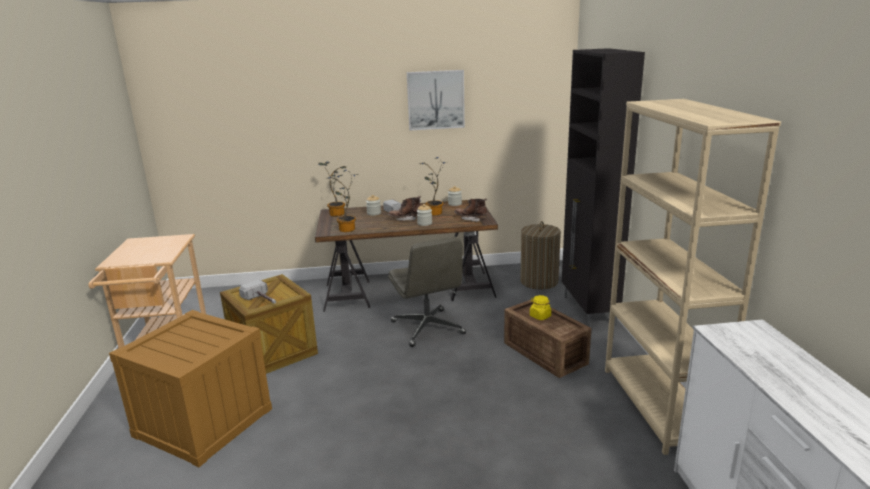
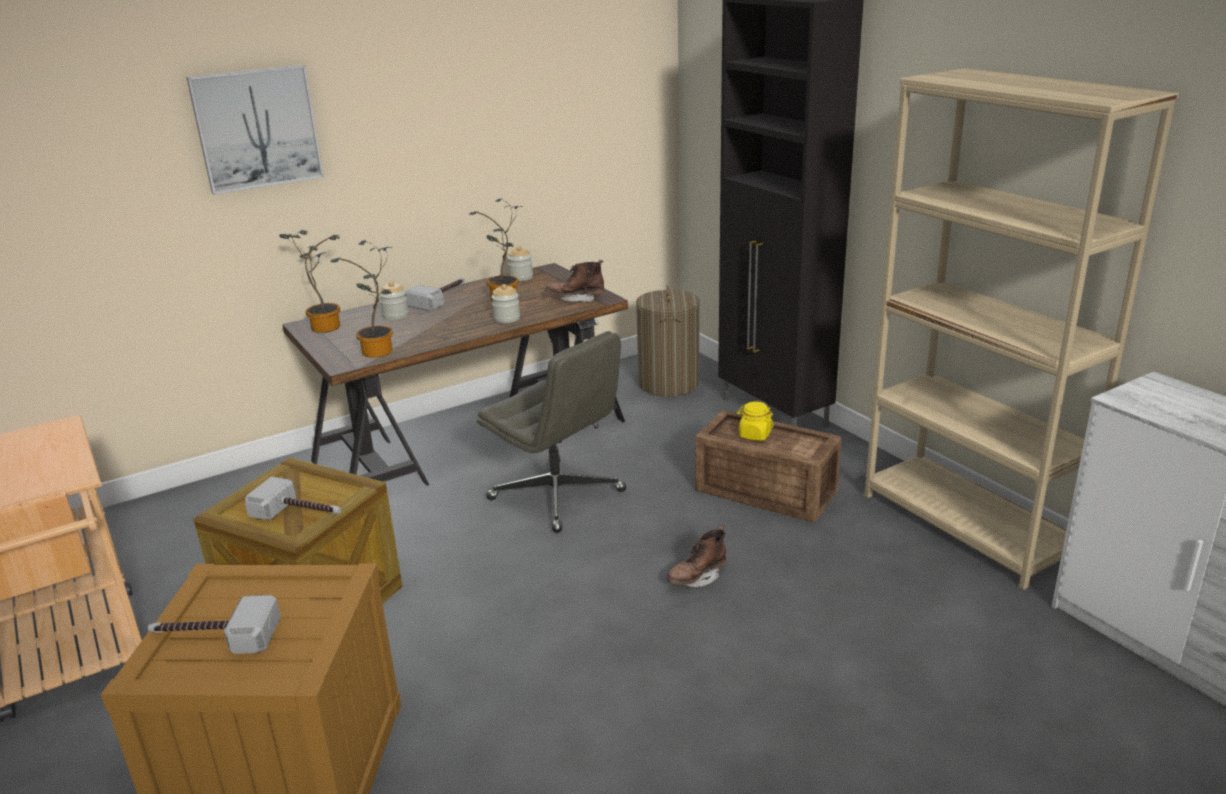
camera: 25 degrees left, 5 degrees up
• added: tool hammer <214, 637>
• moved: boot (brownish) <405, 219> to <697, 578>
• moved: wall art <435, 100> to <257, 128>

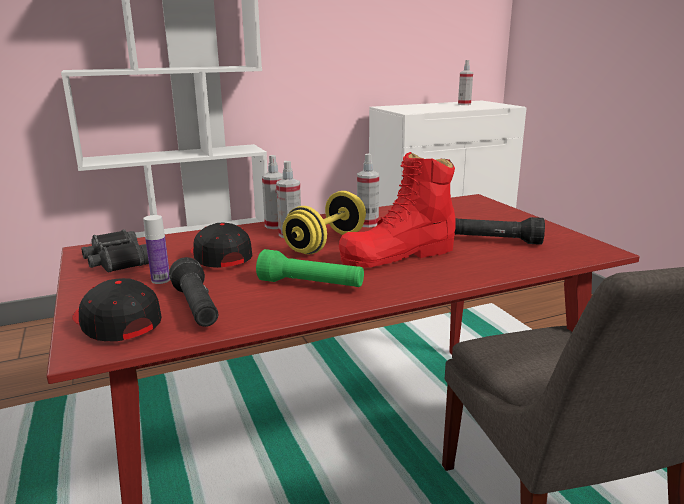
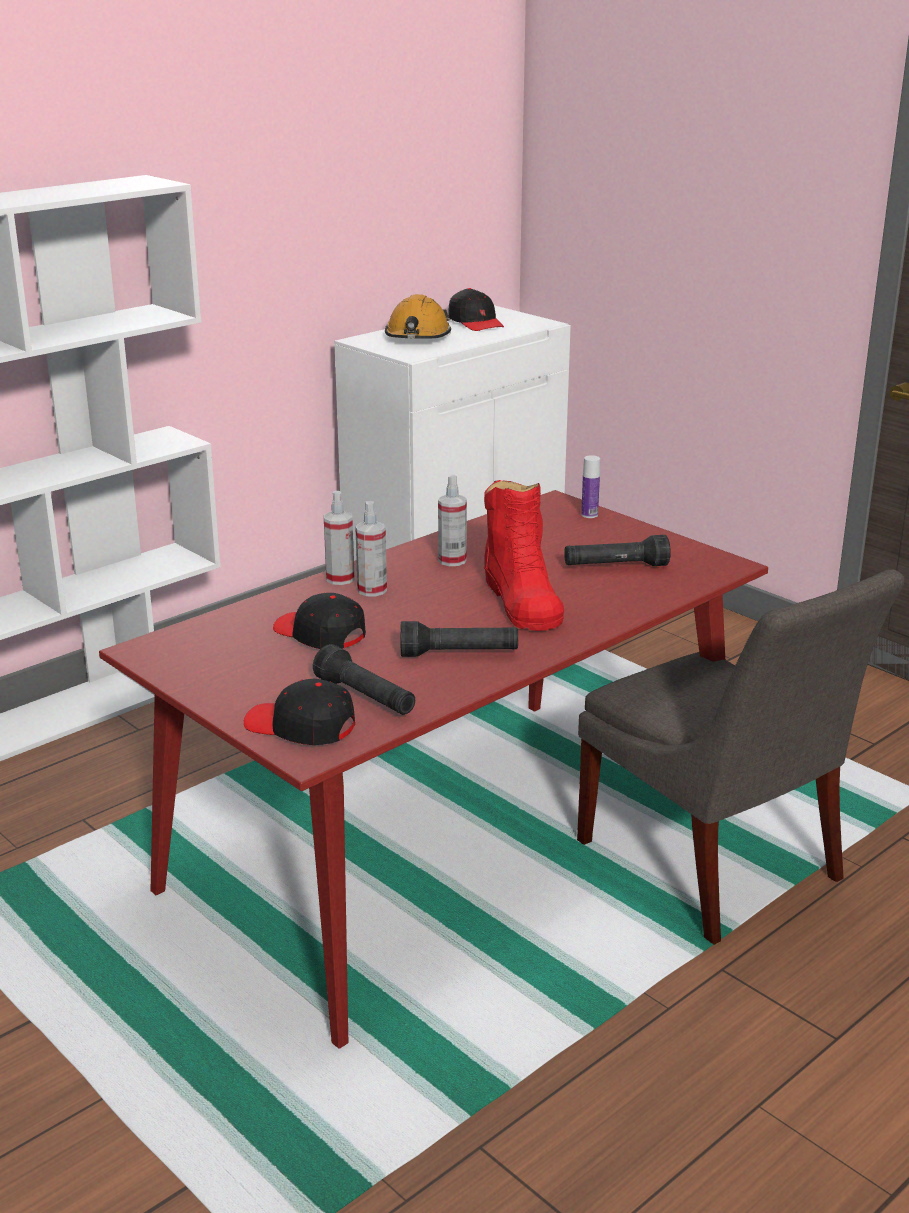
camera: 20 degrees left, 5 degrees up
• removed: field glasses (black) <116, 261>
• removed: free weight (yellowish) <326, 243>
• added: hard hat (orange) <417, 337>
• moved: beverage bottle <160, 280> to <589, 515>
• replaced: spray bottle <464, 104> to cap (black) <476, 322>
• recoloured: hand torch (green-coloured) <311, 285> to hand torch (black) <459, 654>
• turned: boot (red-coloured) <398, 254> = <521, 601> 60 degrees counterclockwise

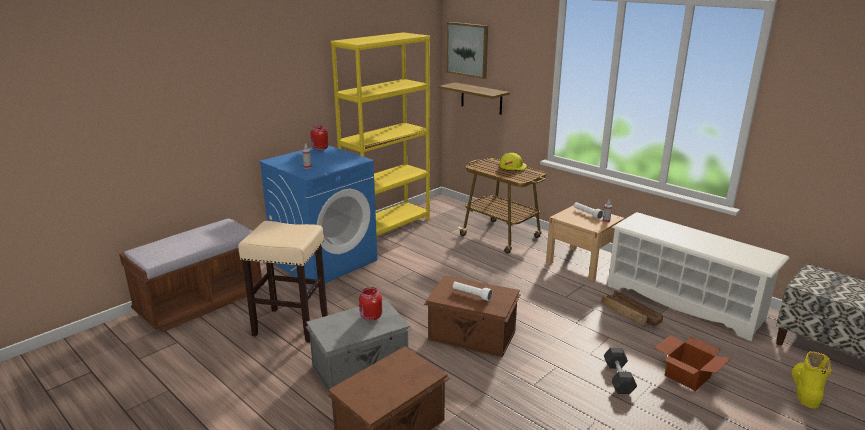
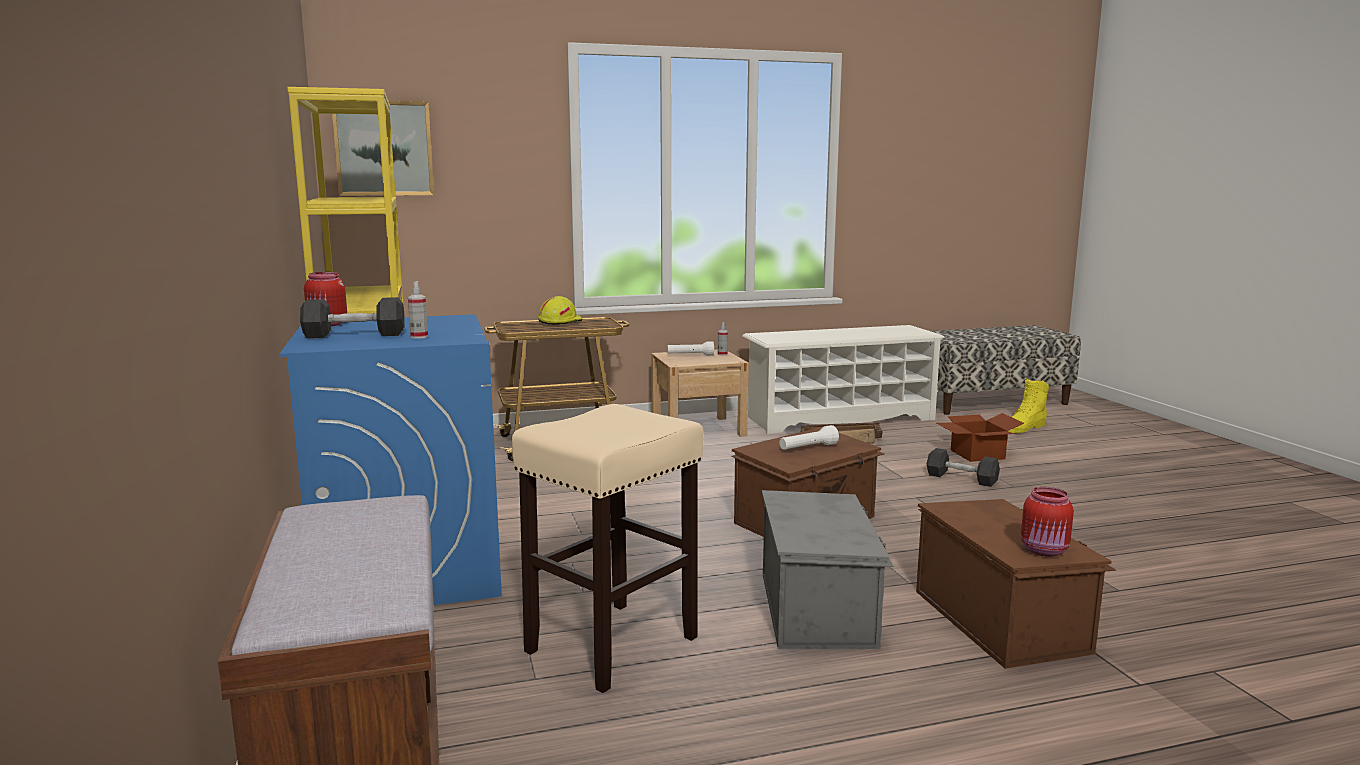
camera: 60 degrees left, 10 degrees down
• removed: shelf <481, 98>
• added: free weight (greyish) <355, 335>
• moved: preserve jar (red-coloured) <370, 317> to <1045, 551>
• turned: boot (yellowish) <805, 389> = <1024, 427> 90 degrees counterclockwise

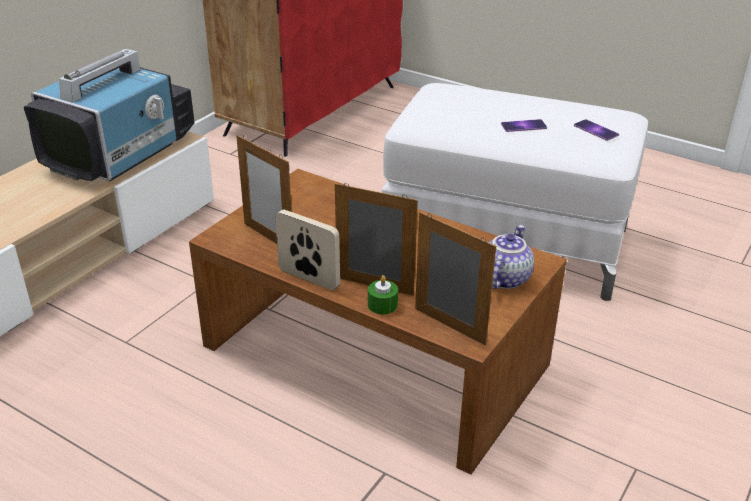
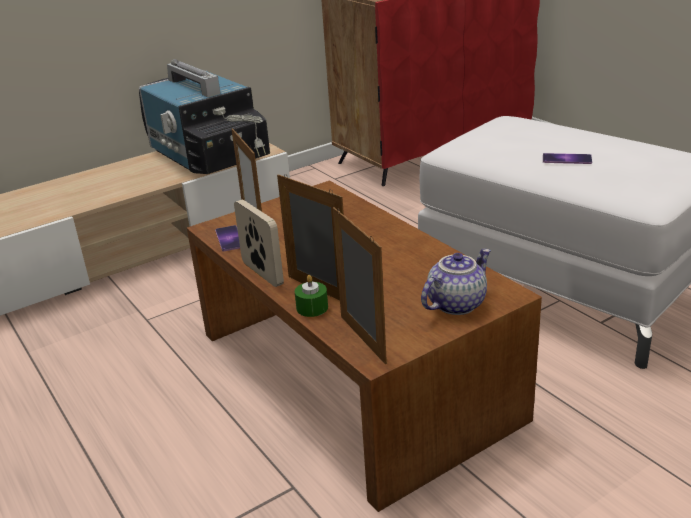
camera: 25 degrees right, 5 degrees down
• moved: phone <596, 130> to <229, 238>
• turned: TV set <122, 153> = <208, 157> 90 degrees clockwise

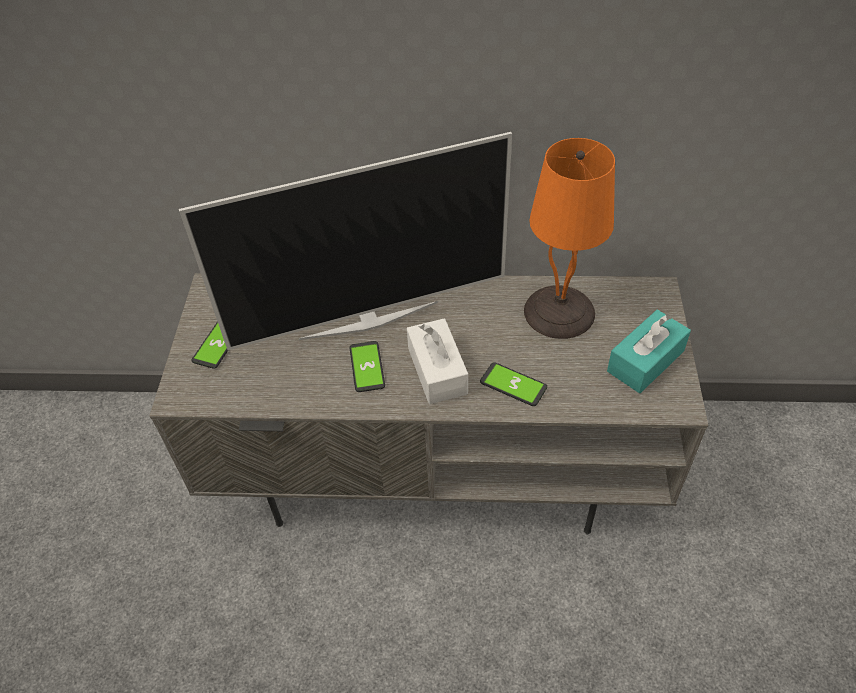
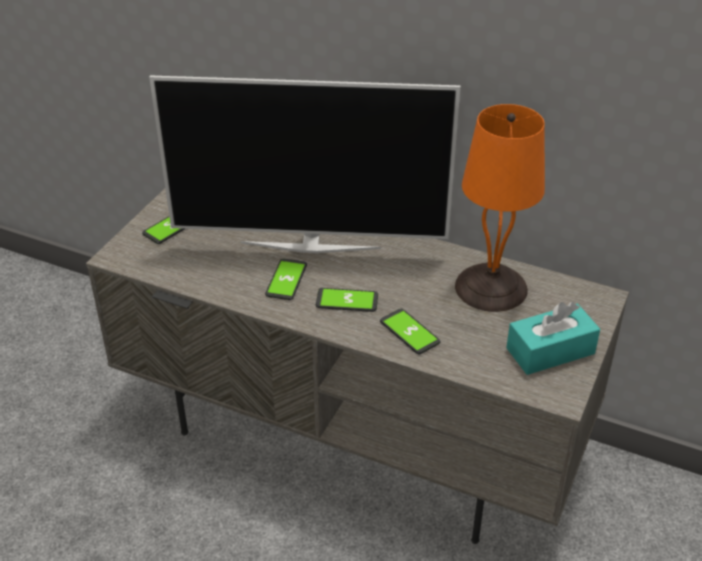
camera: 20 degrees right, 10 degrees down
• replaced: tissue box (white) <437, 371> to phone <347, 301>

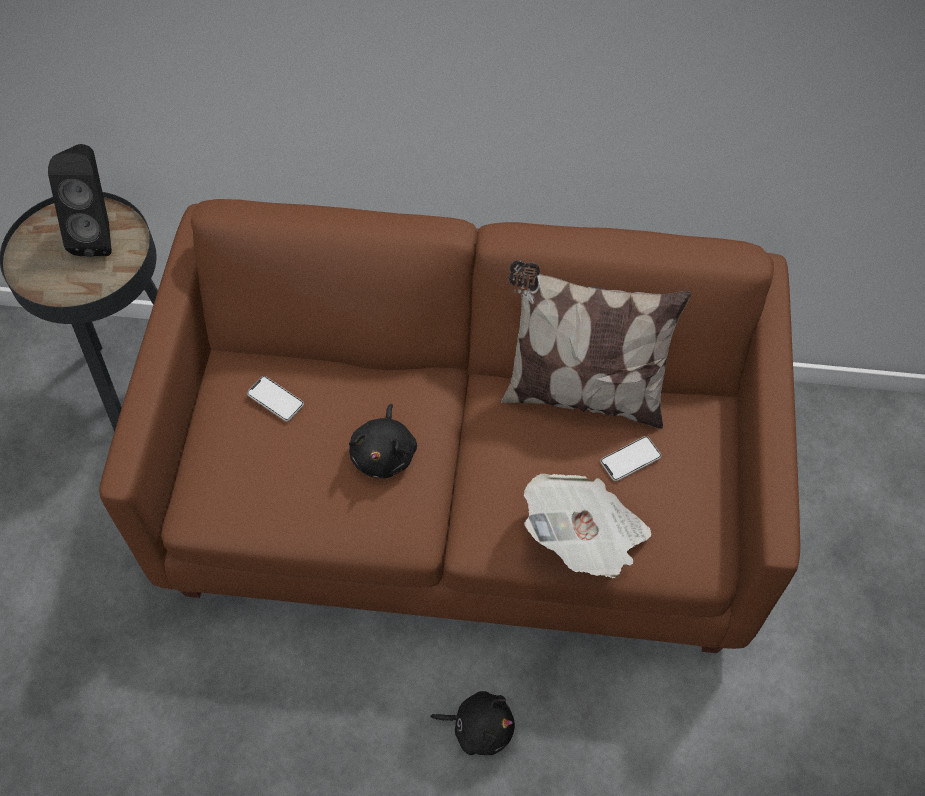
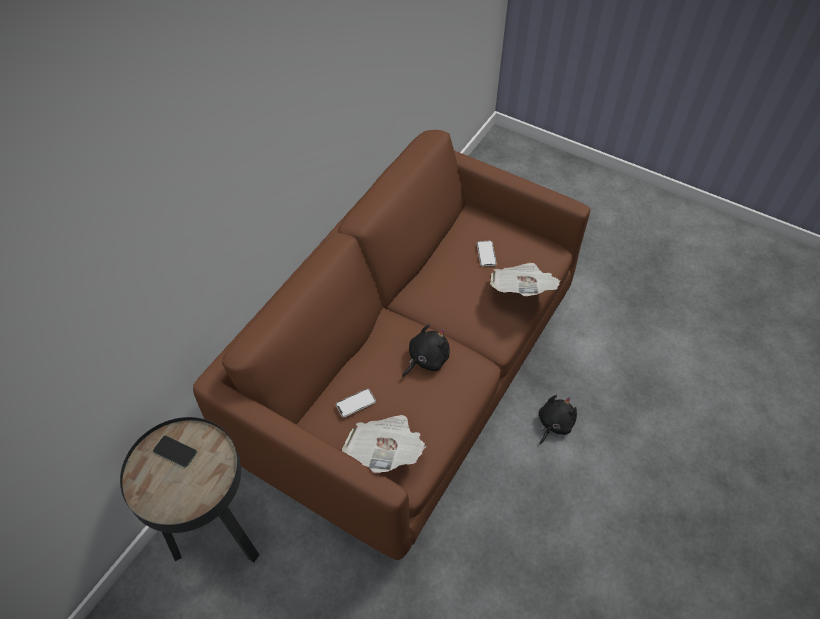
camera: 65 degrees left, 5 degrees down
• removed: cushion <581, 393>
• added: daily paper <386, 451>
• replaced: speaker (black) <100, 234> to phone <175, 451>
• turned: soft toy (black) <384, 453> = <426, 359> 75 degrees counterclockwise

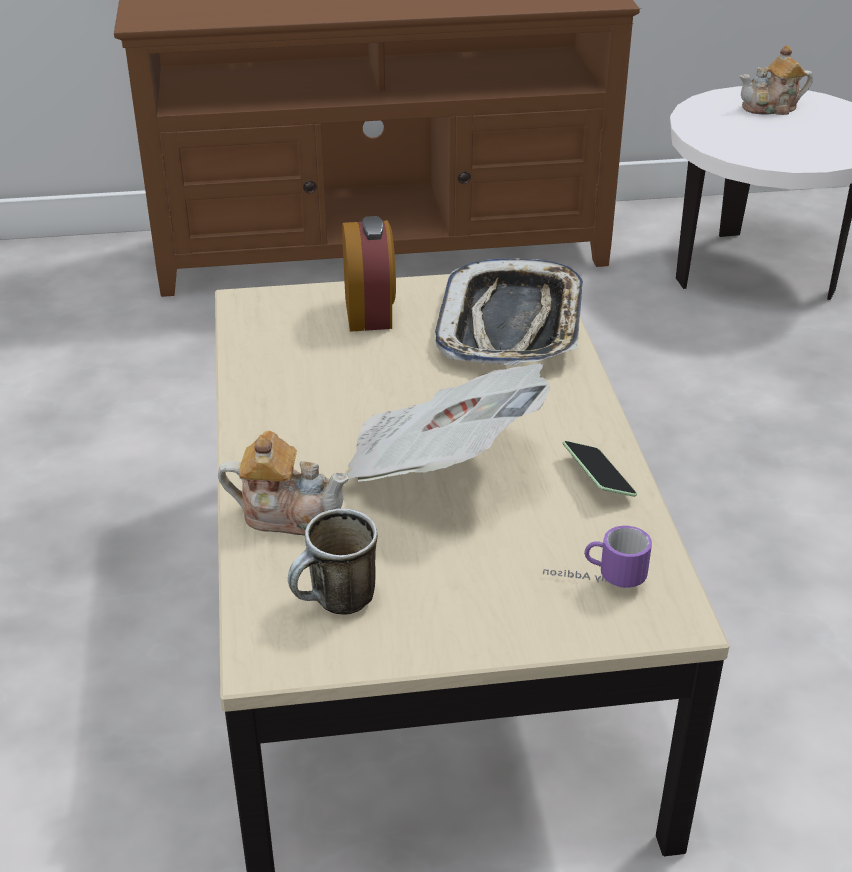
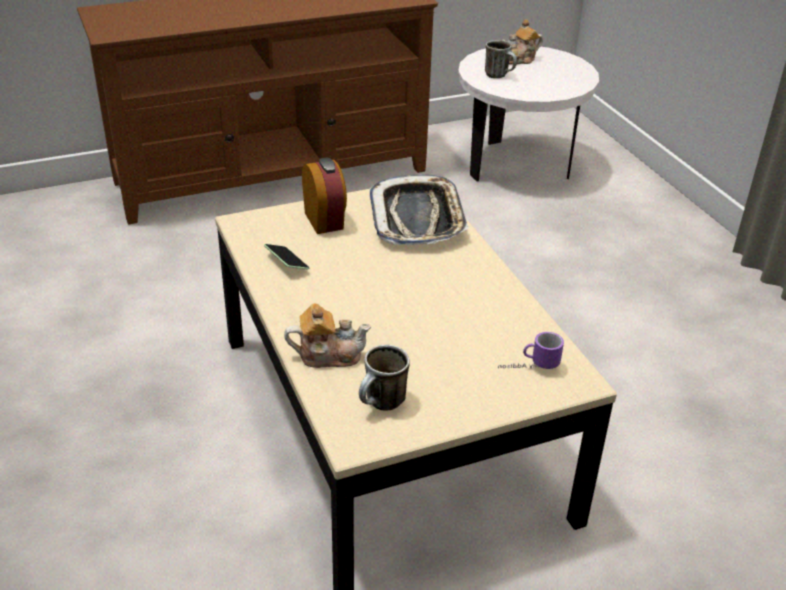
camera: 15 degrees left, 0 degrees up
• removed: daily paper <439, 467>
• added: tea mug <499, 76>
• moved: phone <597, 479> to <286, 263>

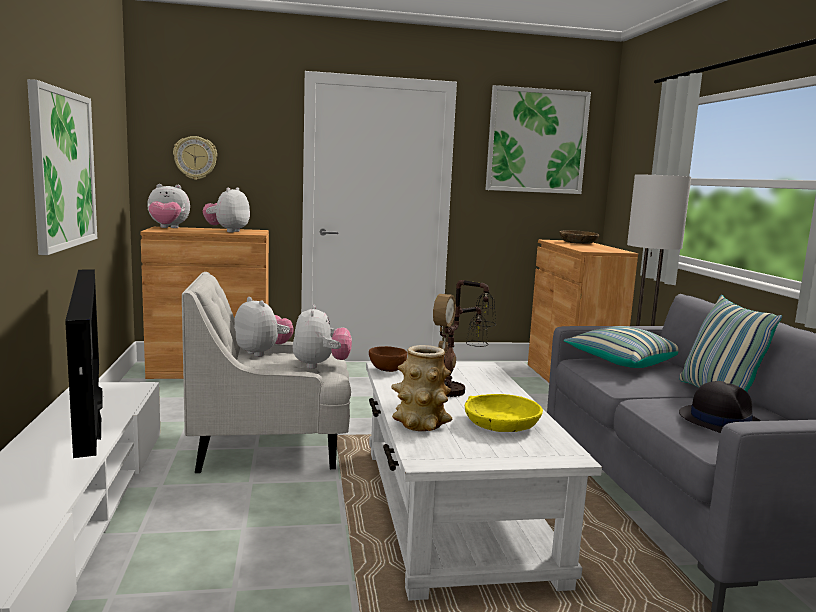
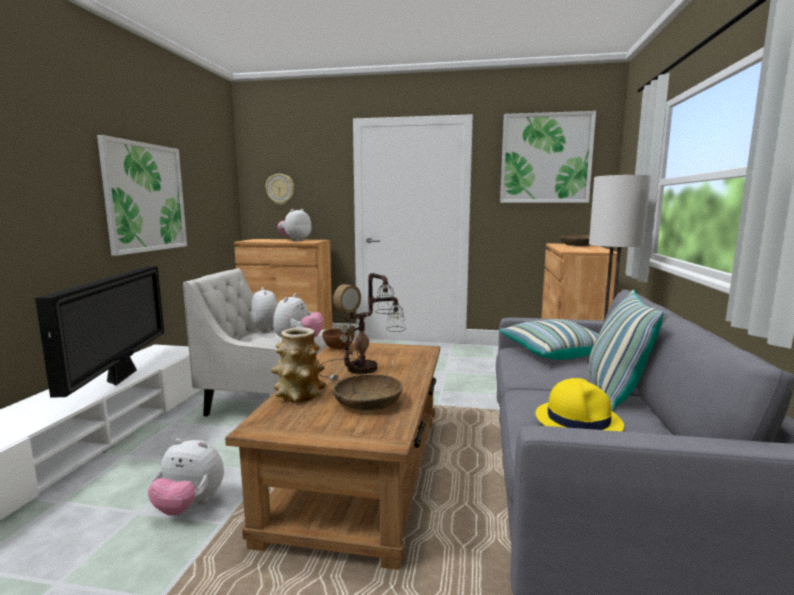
camera: 20 degrees right, 0 degrees up
• moved: soft toy <168, 228> to <189, 506>
• recoloured: lounge table (white) <454, 511> to lounge table (brownish) <360, 473>
• recoloured: serving bowl (yellowish) <500, 424> to serving bowl (brownish) <367, 402>
• recoloured: hat (black) <720, 420> to hat (yellowish) <578, 420>

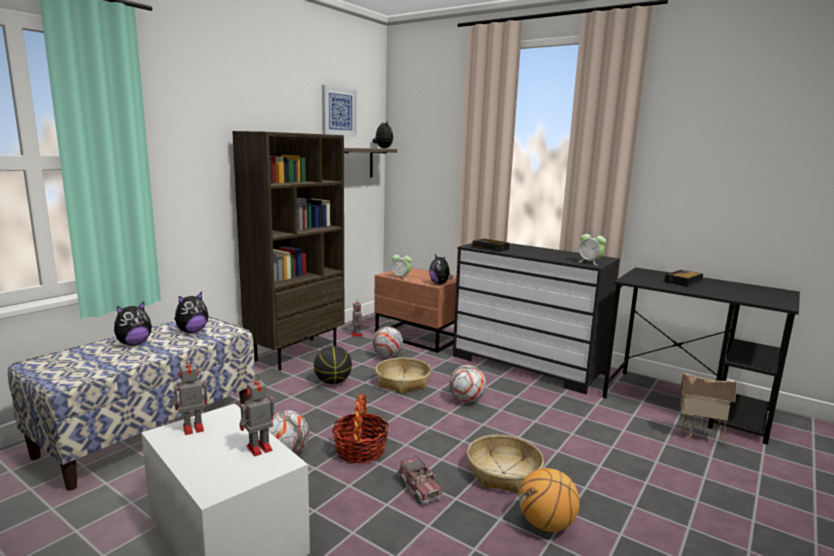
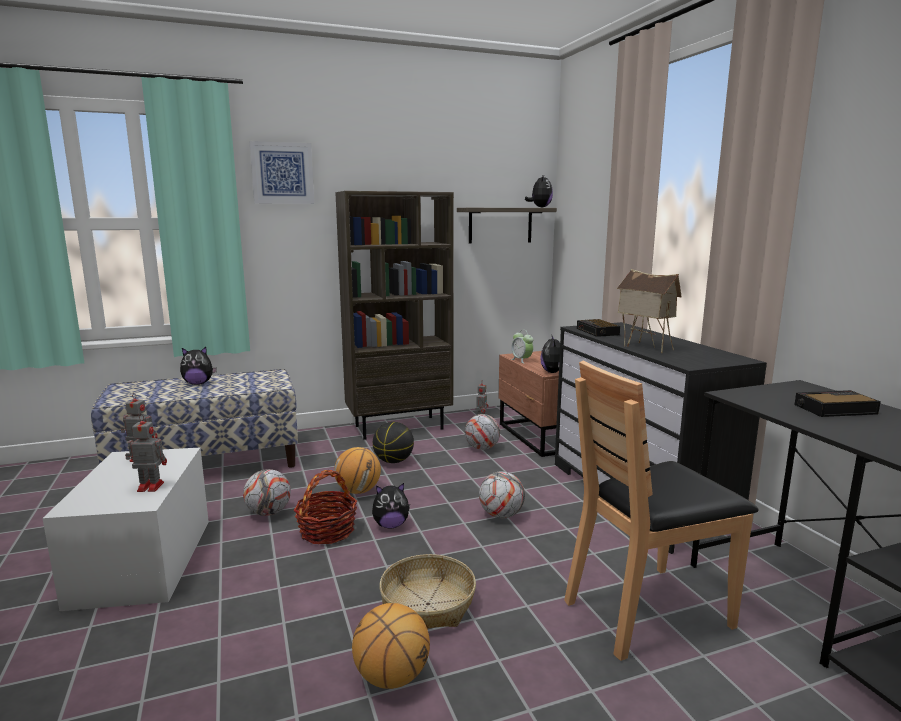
camera: 35 degrees right, 0 degrees up
• removed: basket <403, 382>
• removed: model truck <419, 489>
• removed: bedside clock <590, 262>
• added: basketball ball <358, 491>
• added: plain chair (brownish) <647, 612>
• moved: soft toy <192, 331> to <391, 525>
• moved: wall art <338, 111> to <282, 173>
• moved: model house <700, 438> to <644, 347>

